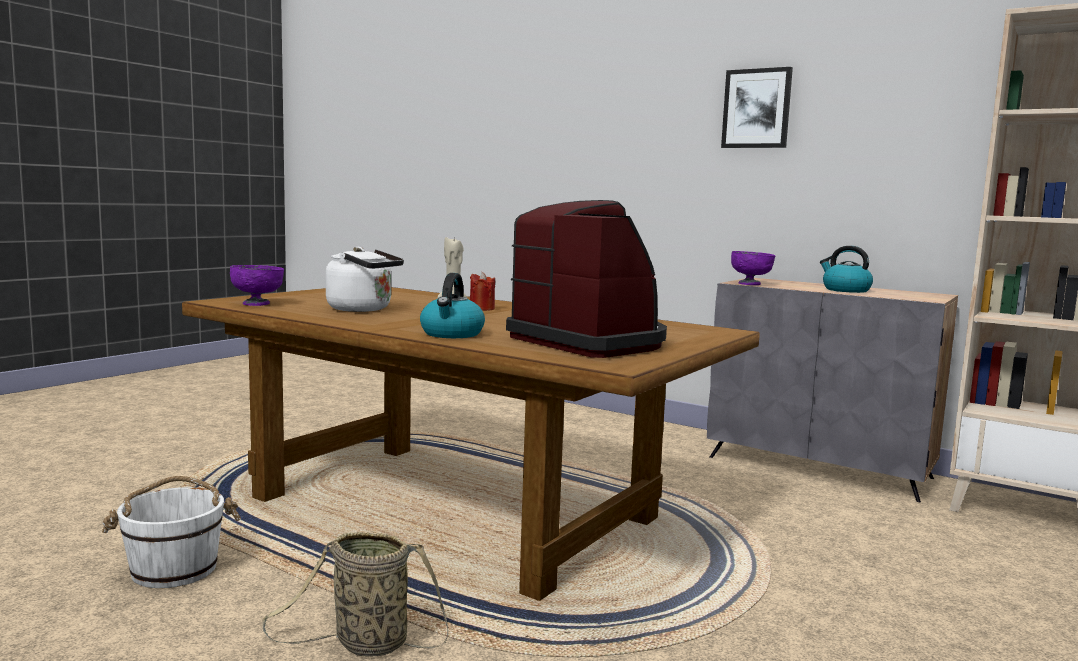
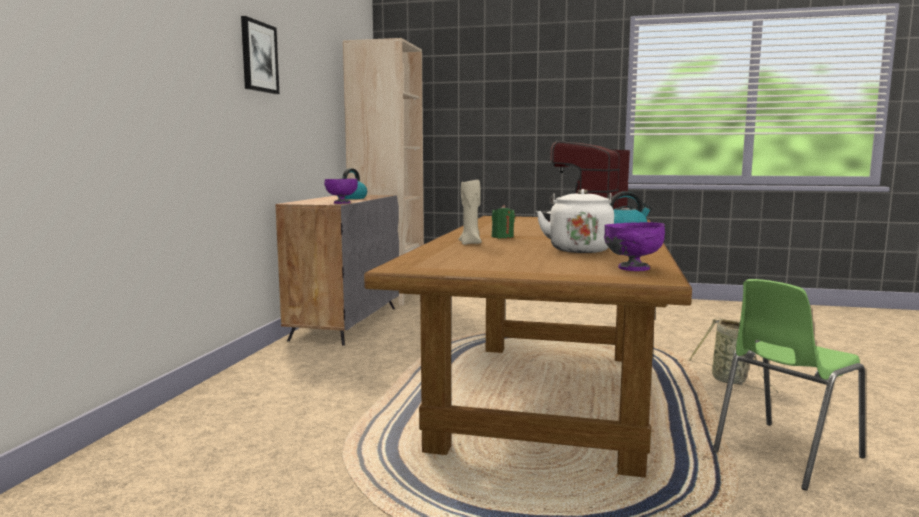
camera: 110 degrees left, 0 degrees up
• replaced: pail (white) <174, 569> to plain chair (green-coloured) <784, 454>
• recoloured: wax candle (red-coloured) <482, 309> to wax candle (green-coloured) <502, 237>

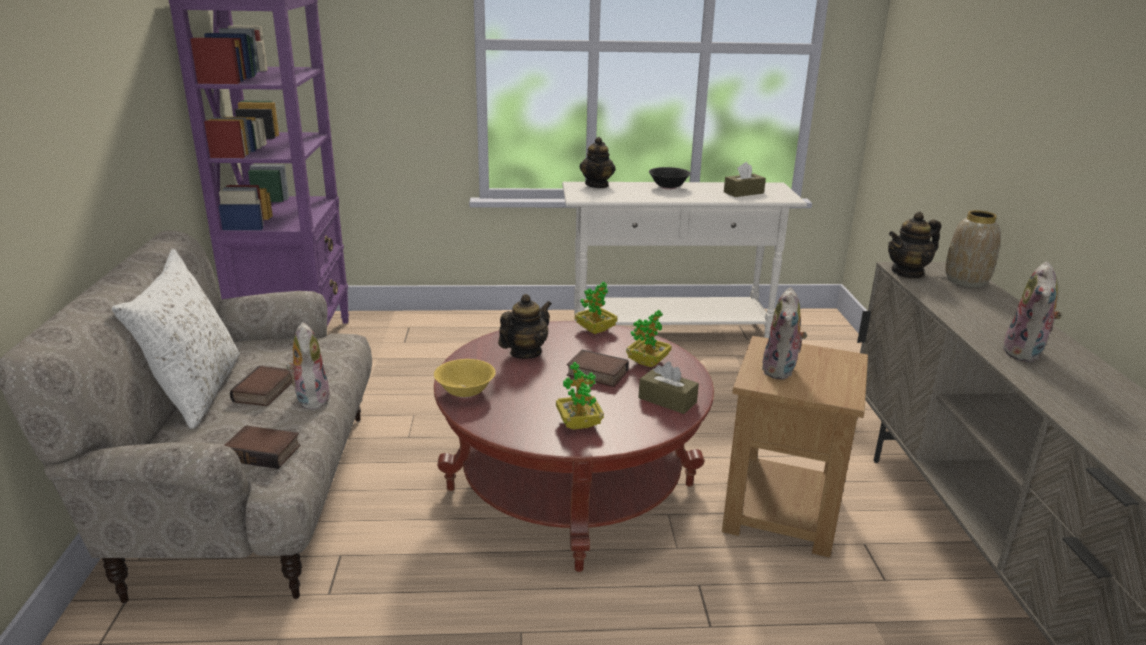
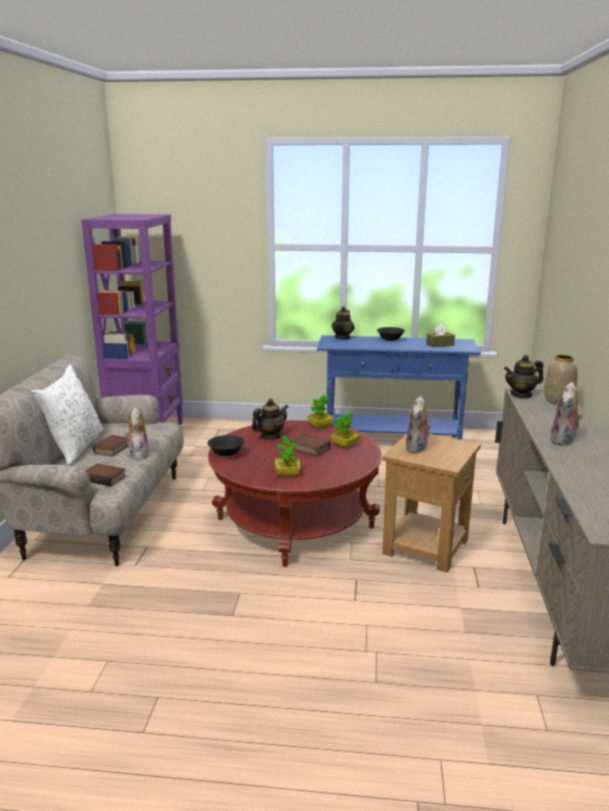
camera: 10 degrees right, 5 degrees down
• removed: tissue box (brownish) <667, 400>
• recoloured: serving bowl (yellowish) <465, 392> to serving bowl (black) <226, 454>
• recoloured: console table (white) <670, 335> to console table (blue) <393, 441>

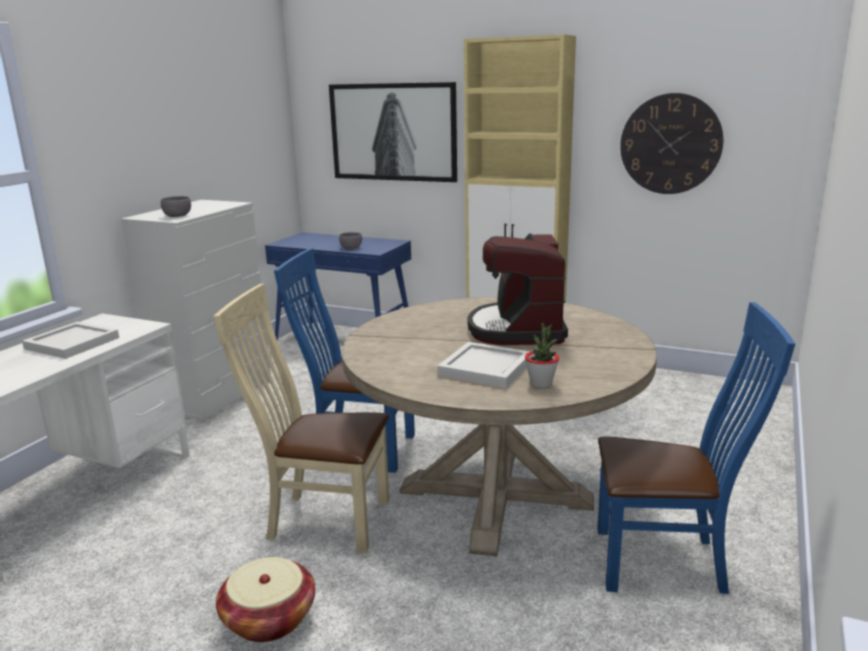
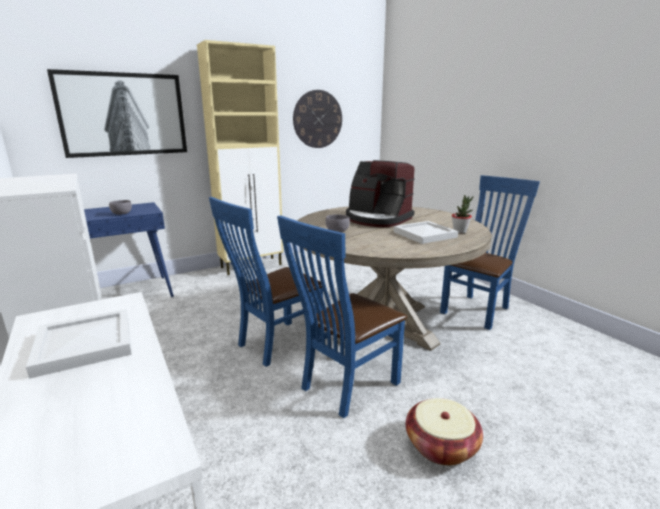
camera: 55 degrees left, 0 degrees up
• moved: serving bowl (greyish) <177, 216> to <337, 231>
• recoloured: plain chair (beige) <321, 519> to plain chair (blue) <345, 386>

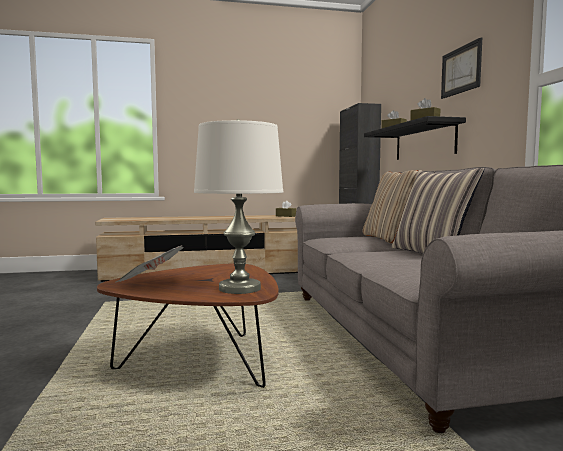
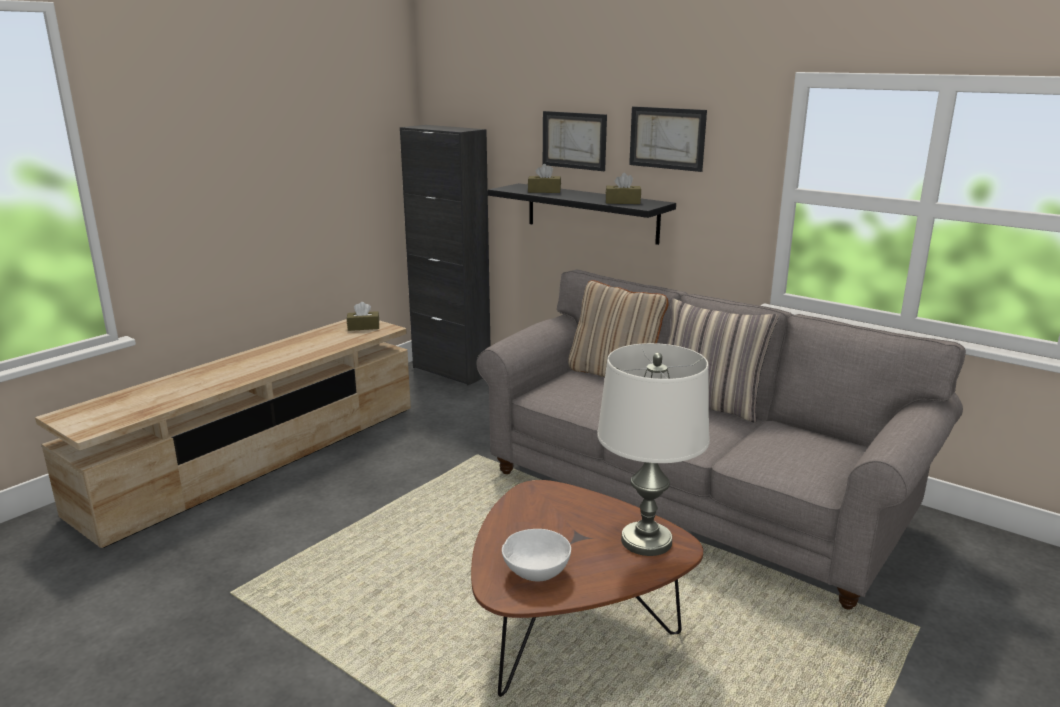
camera: 40 degrees left, 15 degrees up
• added: wall art <574, 140>
• replaced: daily paper <150, 282> to serving bowl (white) <536, 572>

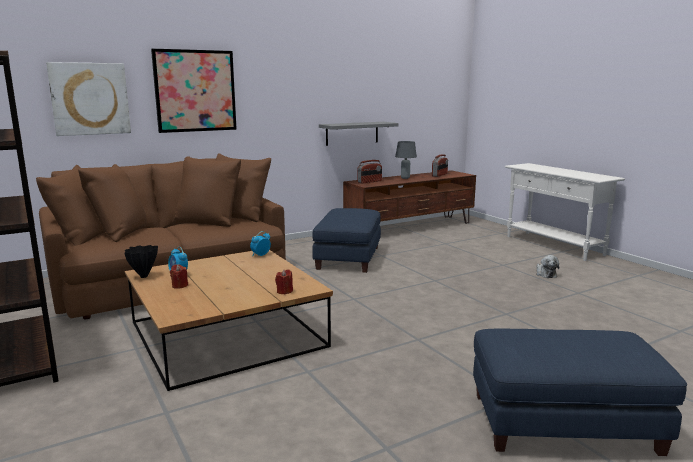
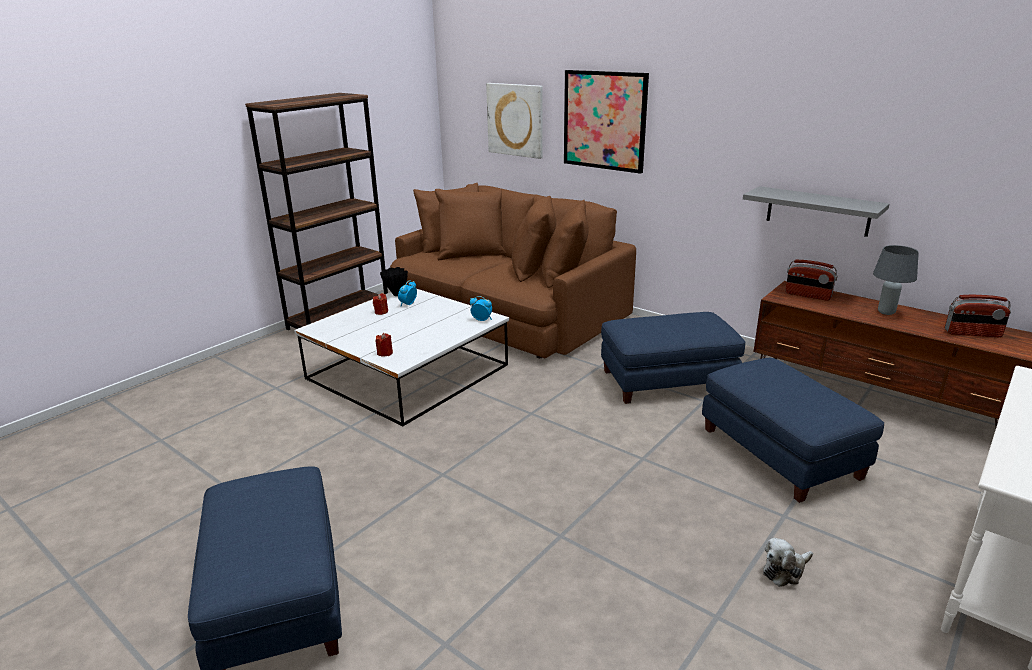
camera: 70 degrees right, 10 degrees up
• added: pouffe (blue) <780, 453>
• recoloured: lounge table (brownish) <227, 334> to lounge table (white) <407, 371>

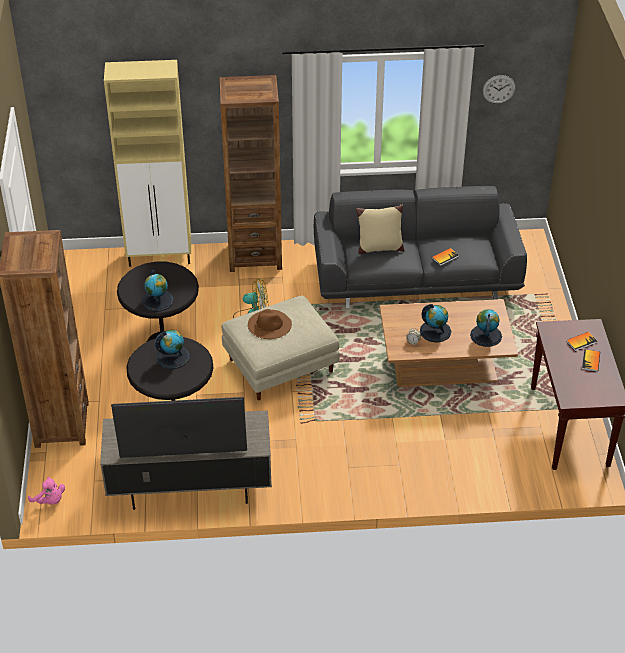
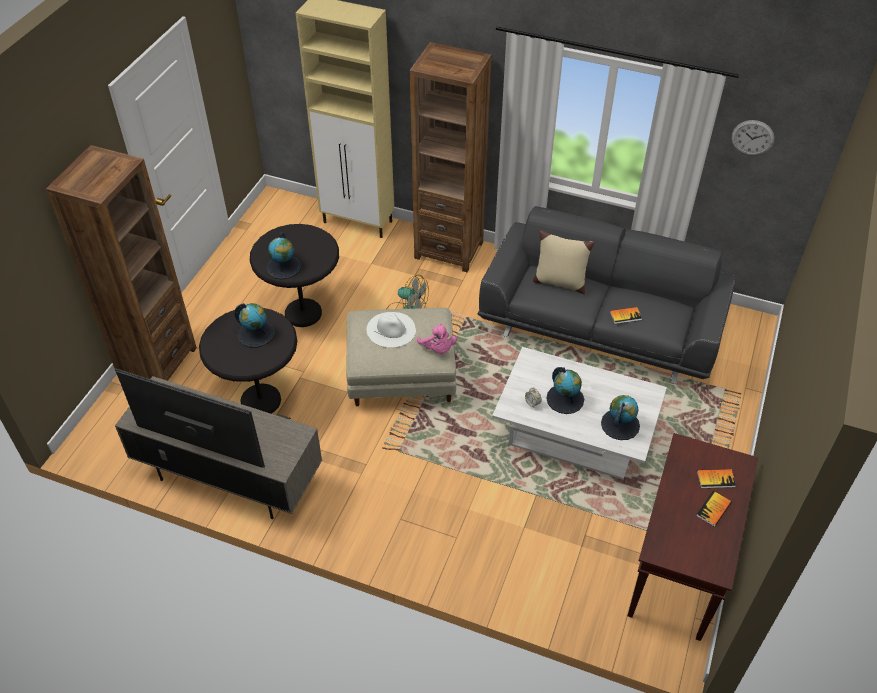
camera: 25 degrees right, 5 degrees up
• moved: soft toy (pinkish) <50, 501> to <438, 349>
• recoloured: hat (brownish) <269, 324> to hat (white) <391, 329>
• recoloured: lounge table (brownish) <444, 365> to lounge table (white) <574, 437>

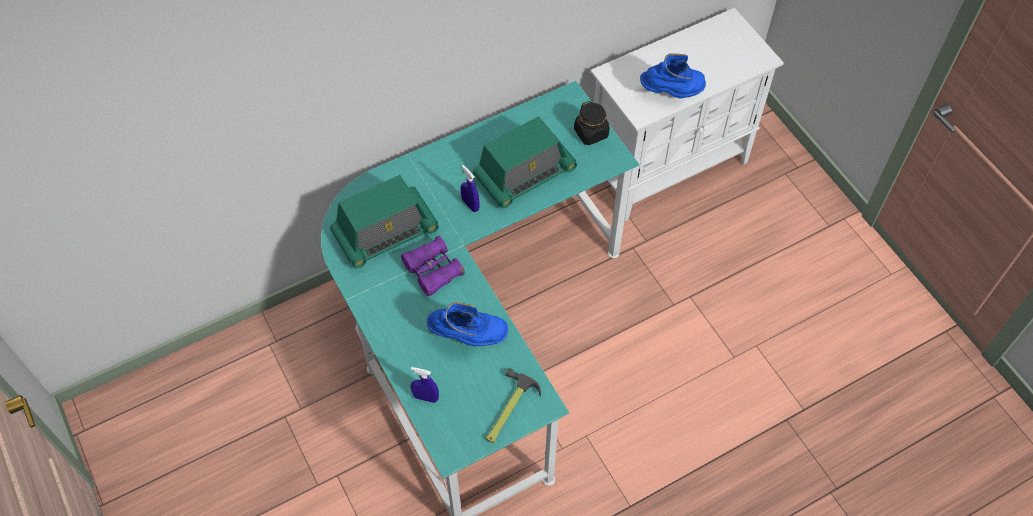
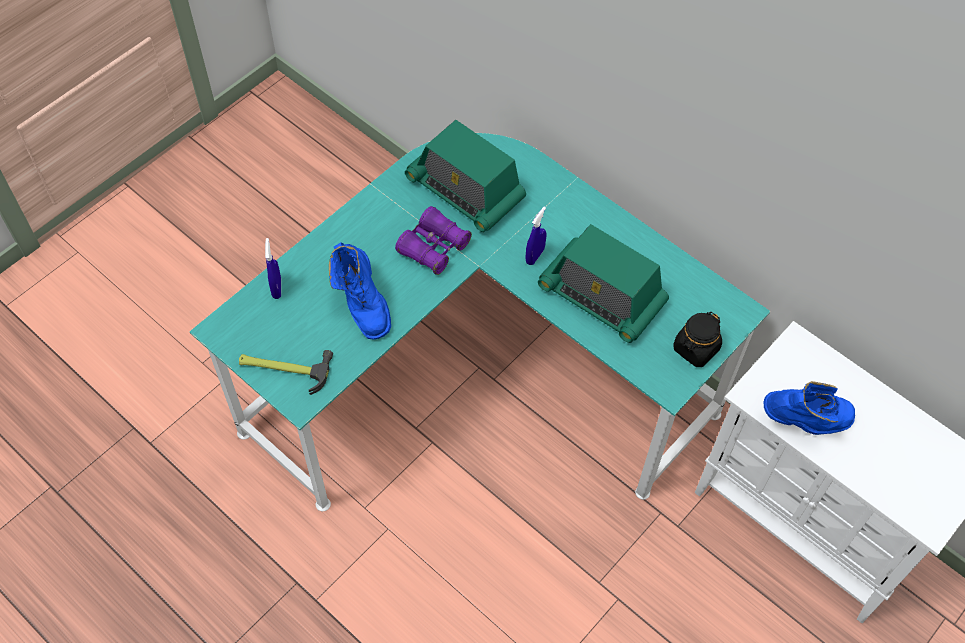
camera: 70 degrees right, 0 degrees up
• turned: boot (blue) <672, 93> = <805, 423> 60 degrees counterclockwise

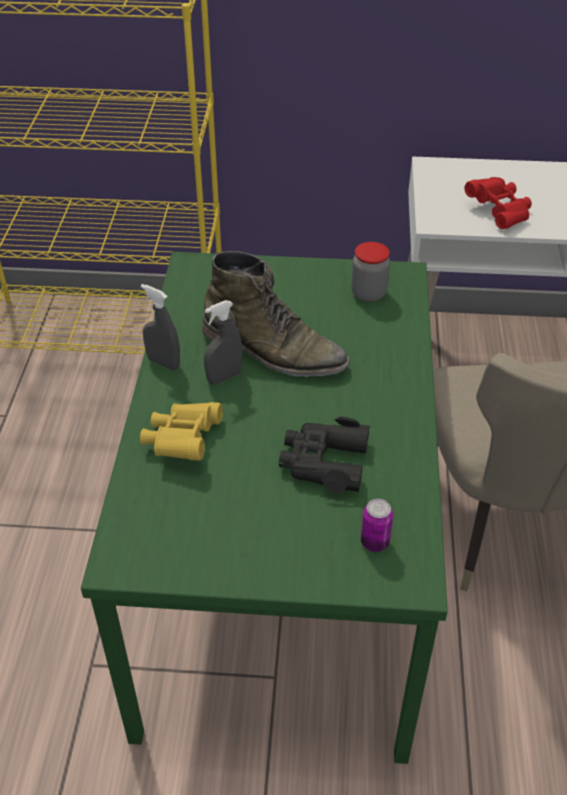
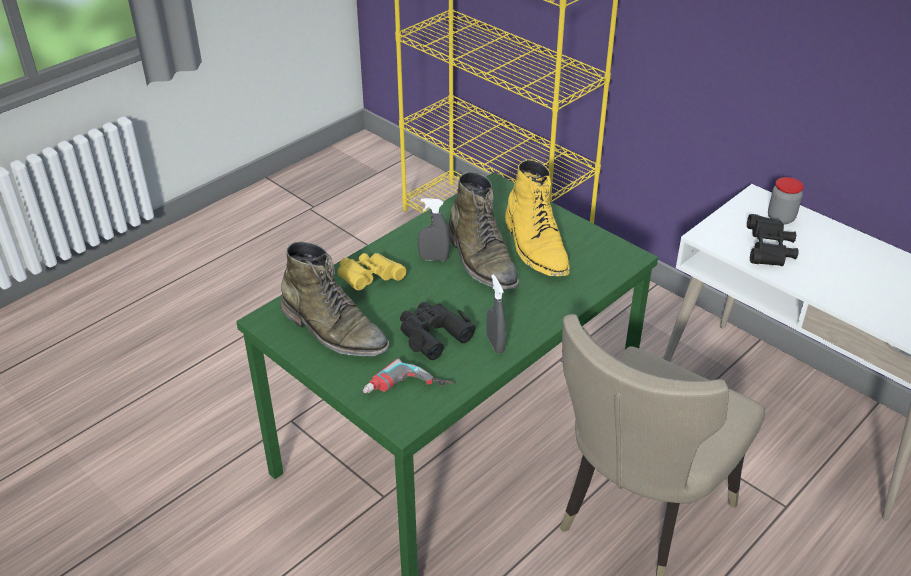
camera: 40 degrees right, 5 degrees down
• added: boot (green-coloured) <334, 330>
• added: boot (yellowish) <535, 246>
• moved: spray bottle (greyish) <163, 363> to <495, 344>
• moved: preserve jar <368, 293> to <781, 218>
• replaced: sealed can <374, 542> to electric drill <407, 391>
• recoloured: field glasses (red-coloured) <499, 212> to field glasses (black) <768, 251>

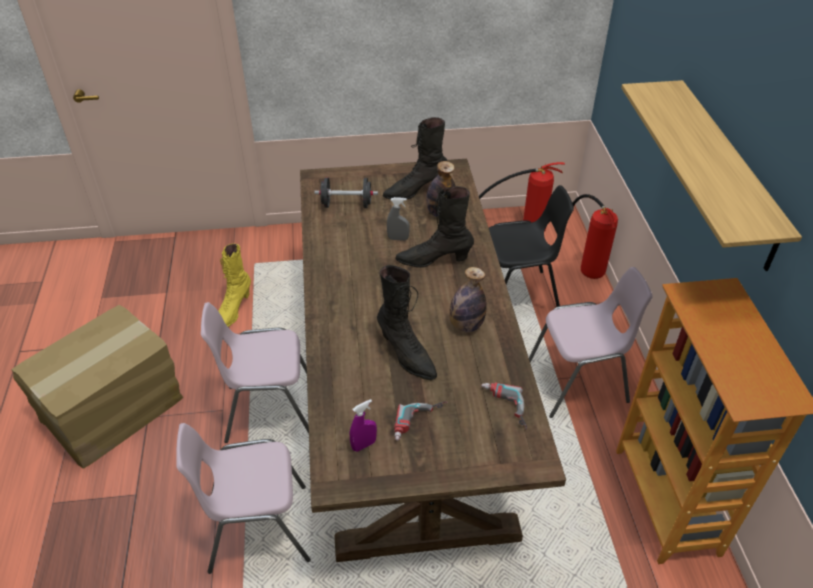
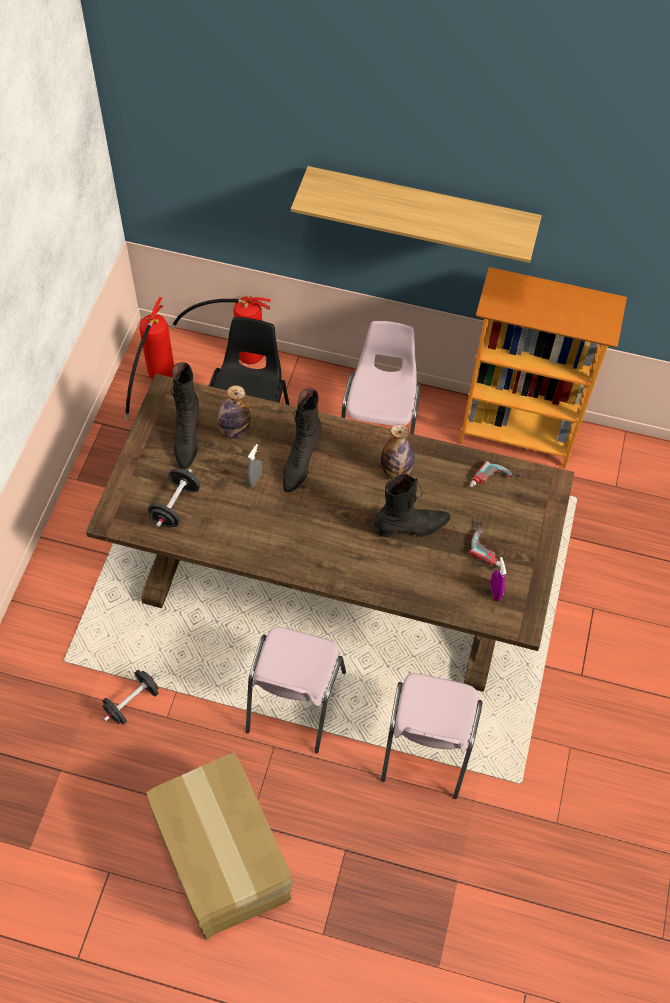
camera: 70 degrees left, 15 degrees up
• replaced: boot (yellowish) <233, 311> to free weight (black) <132, 703>

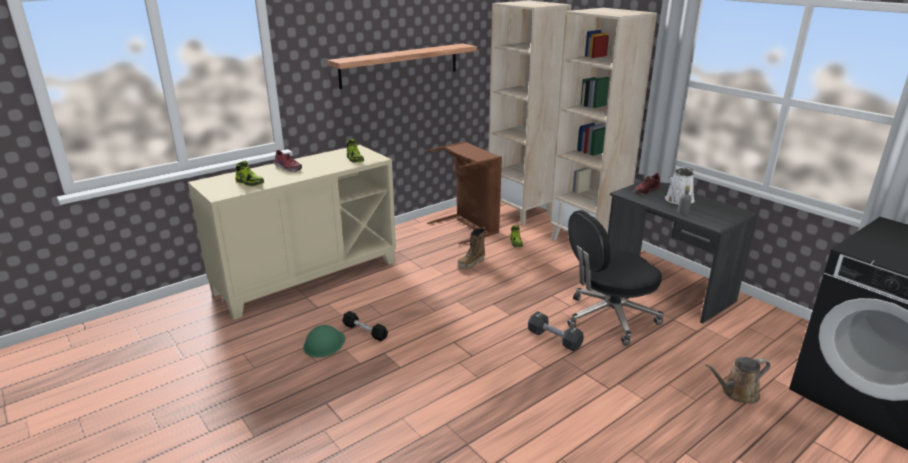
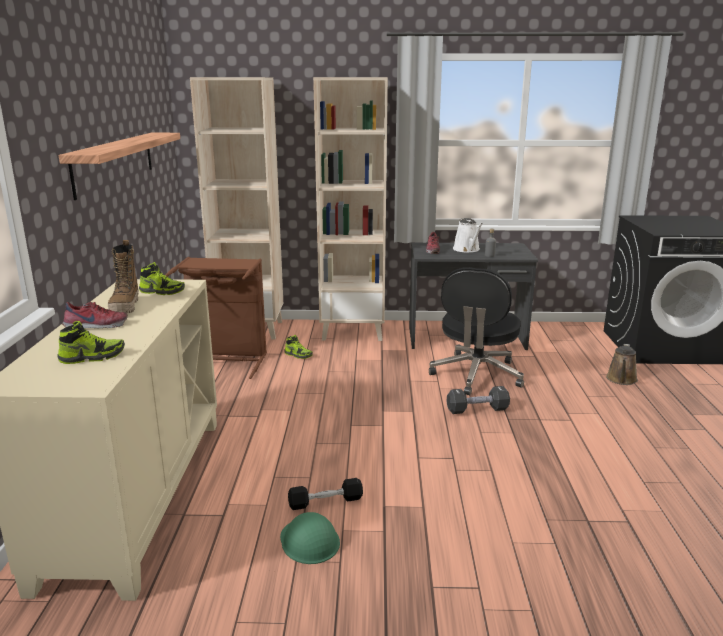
camera: 50 degrees left, 5 degrees down
• moved: boot <471, 264> to <126, 307>

